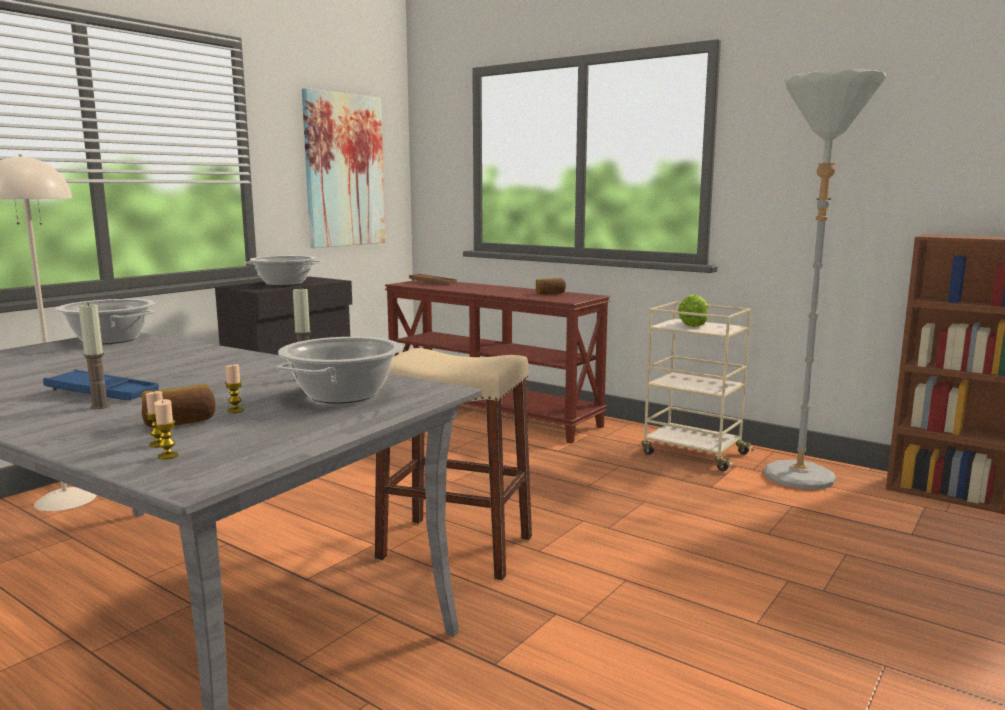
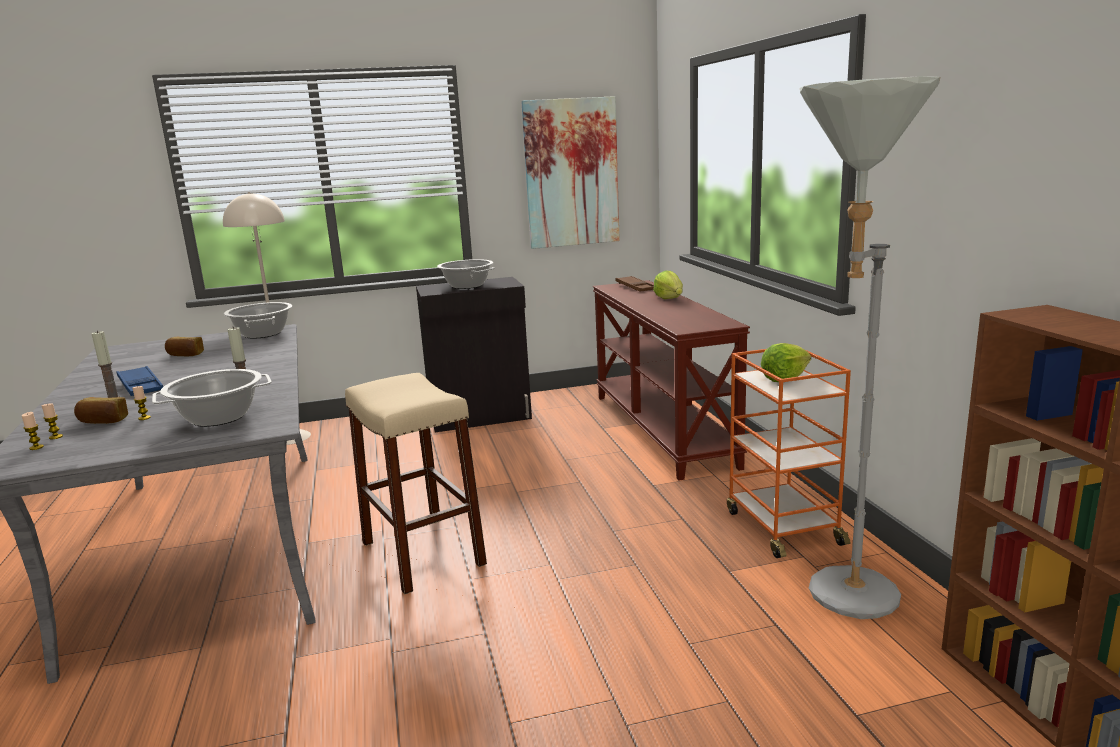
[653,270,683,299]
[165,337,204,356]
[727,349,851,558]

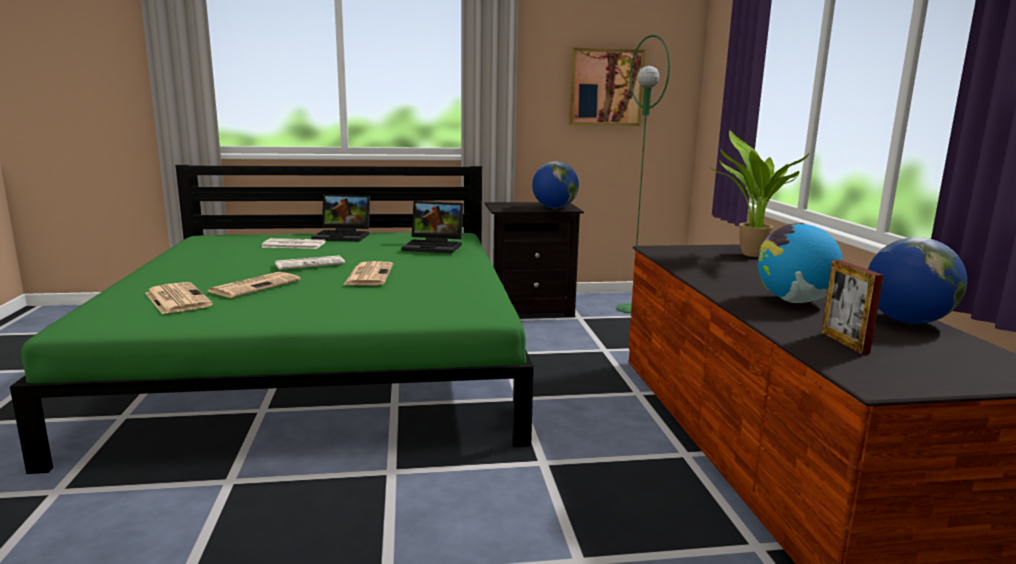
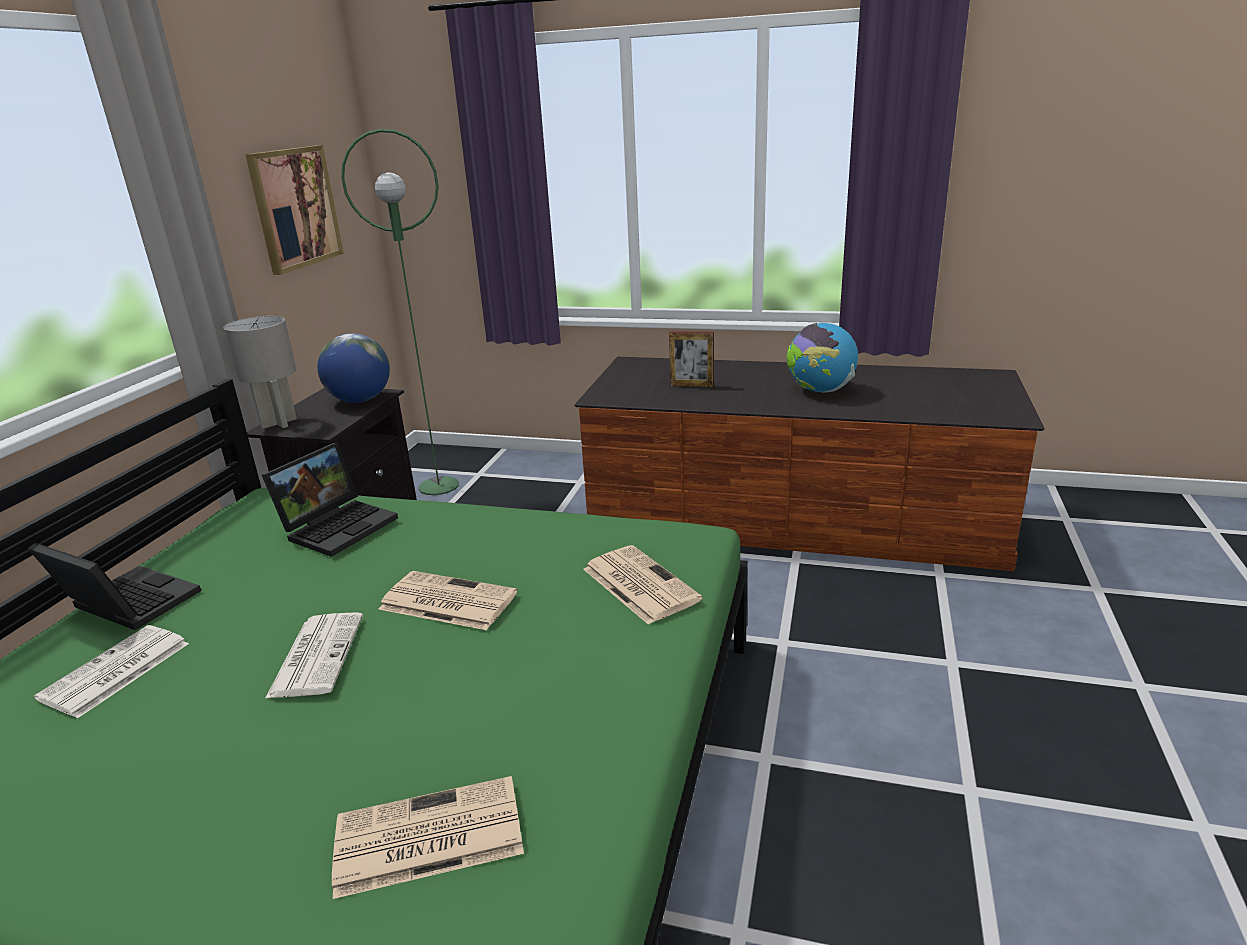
[708,130,809,257] (first image)
[868,237,967,324] (first image)
[223,316,297,429]
[583,545,702,625]
[669,331,714,387]
[27,543,201,630]

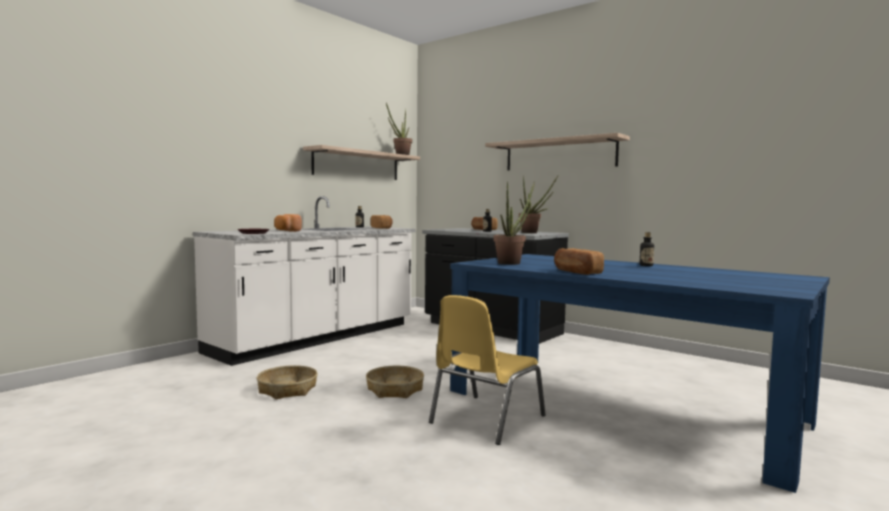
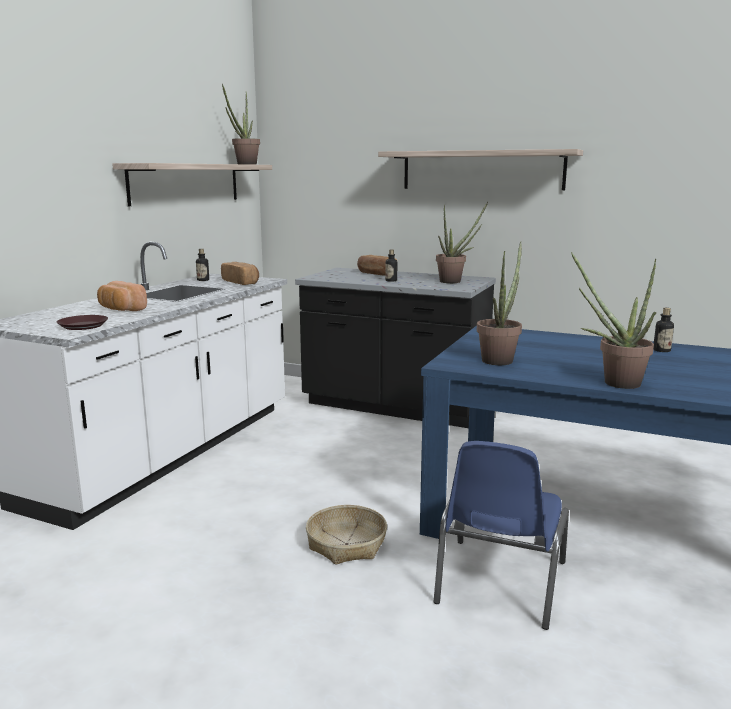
[257,365,318,399] (first image)
[571,252,656,389]
[434,441,569,630]

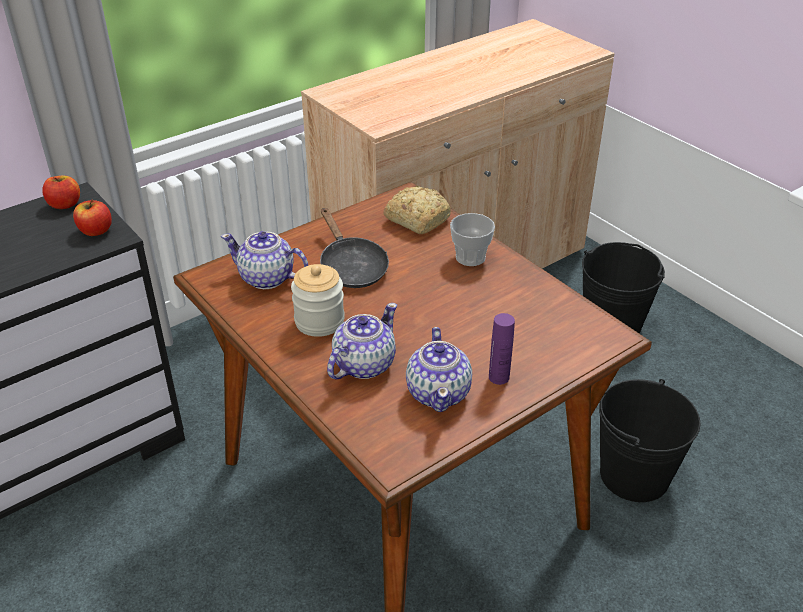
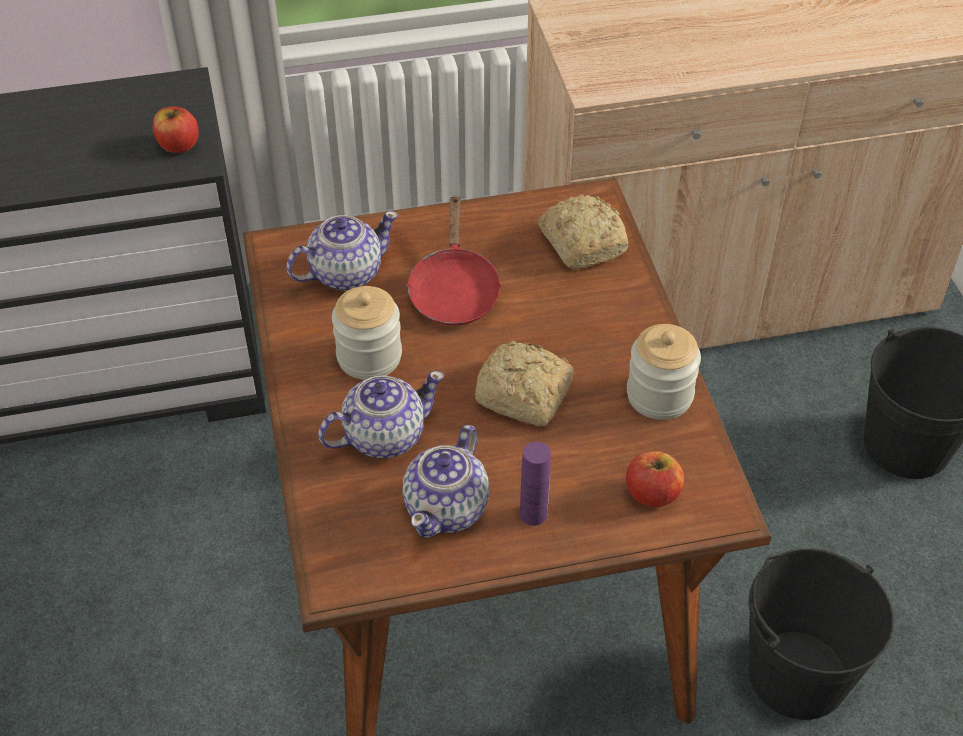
[450,213,495,266] (first image)
[475,341,574,427]
[627,324,701,420]
[626,451,684,507]
[406,195,502,326]
[286,211,398,290]

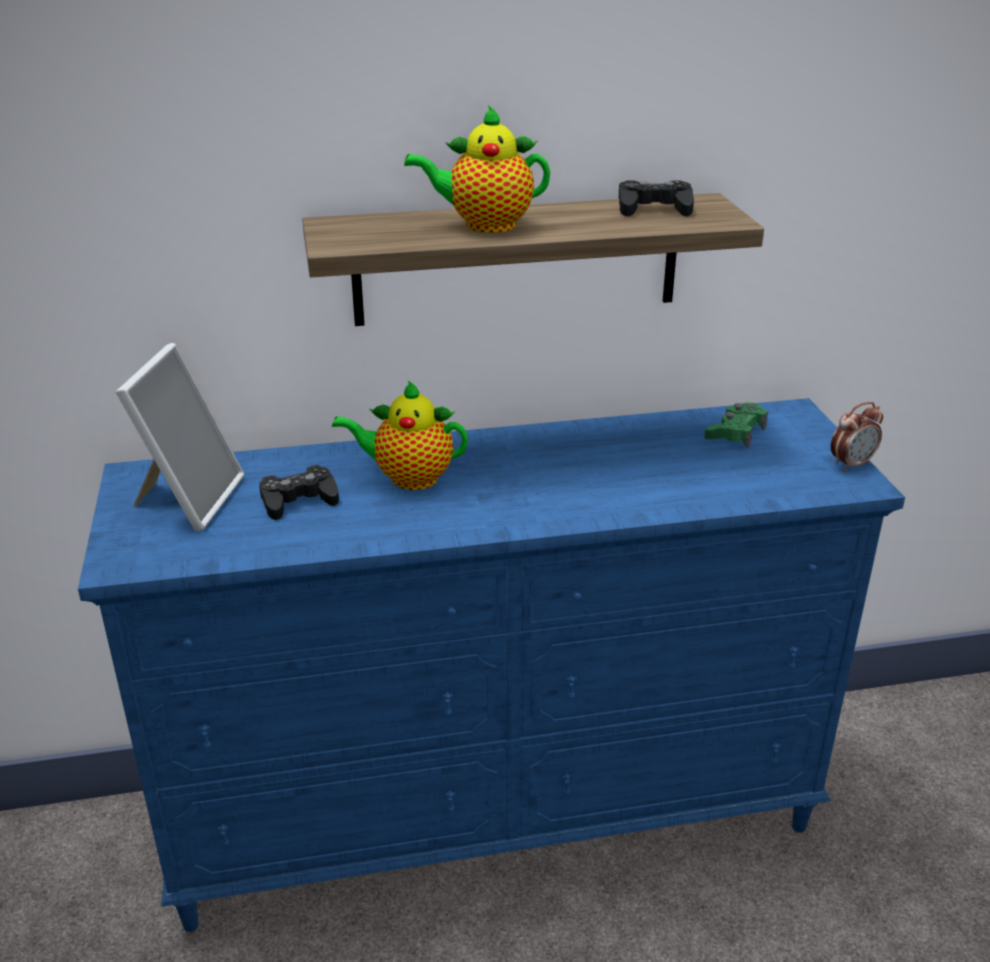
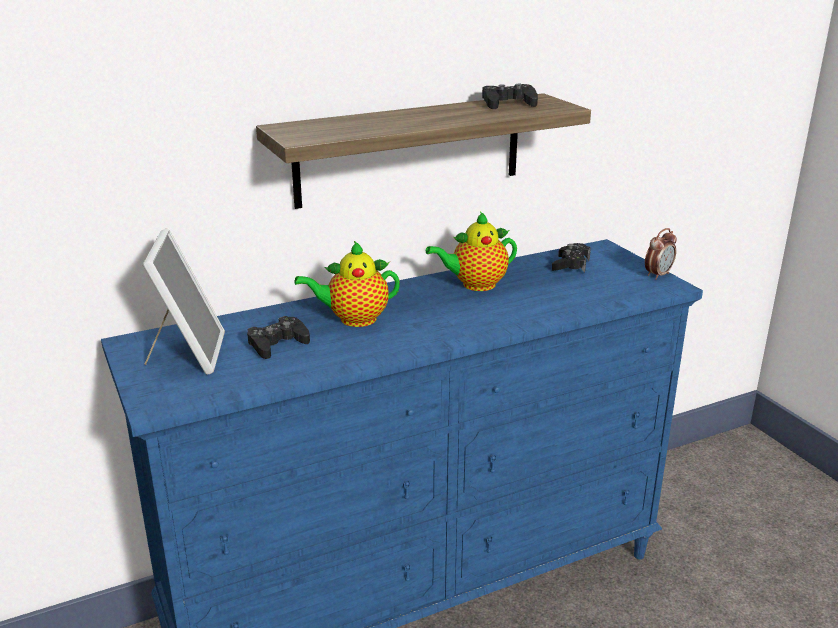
[426,212,517,291]
[552,243,591,273]

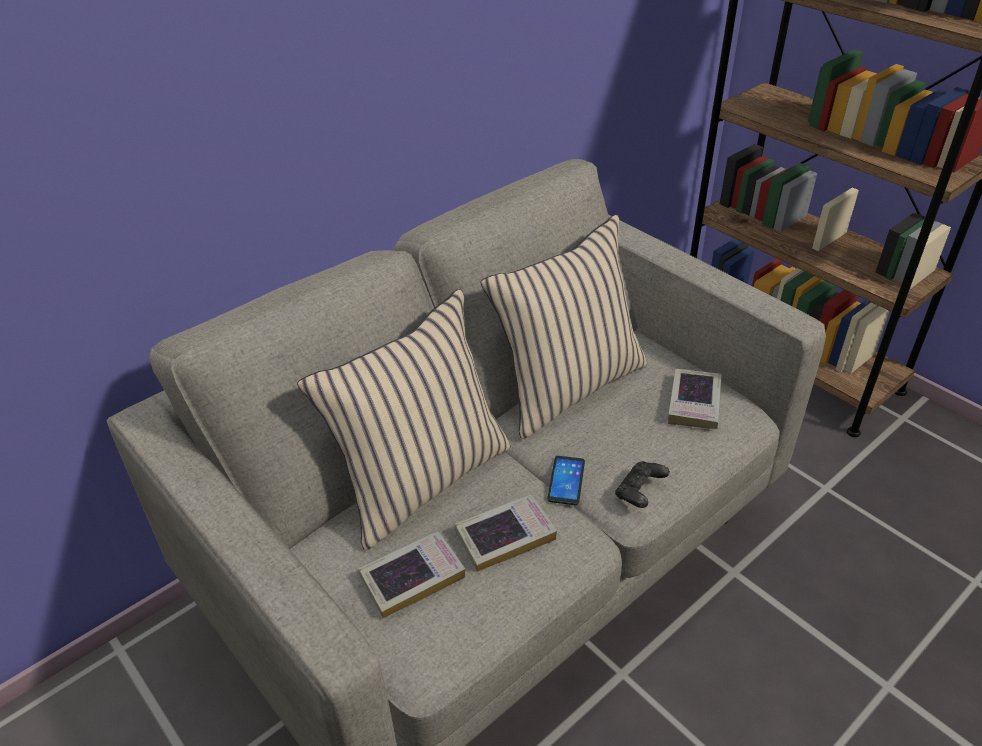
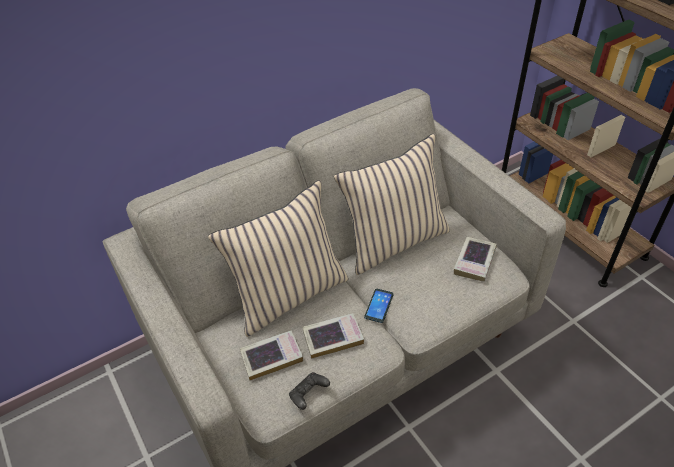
[289,372,330,410]

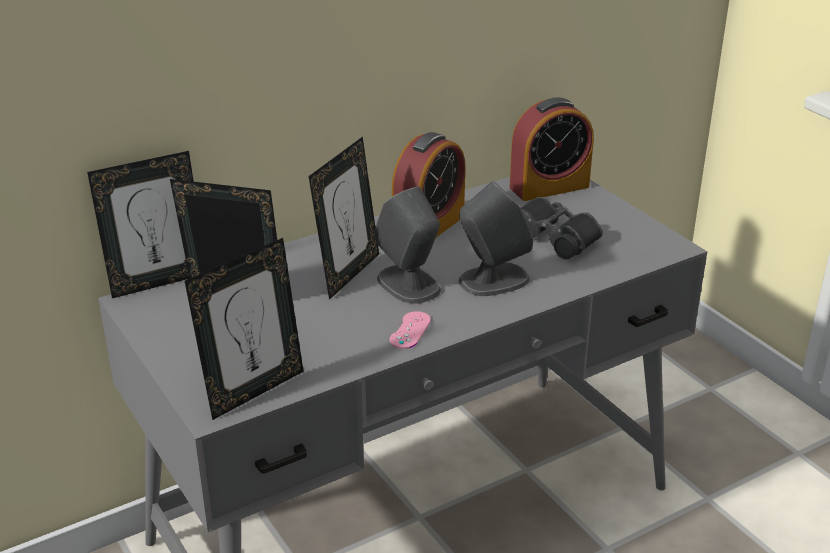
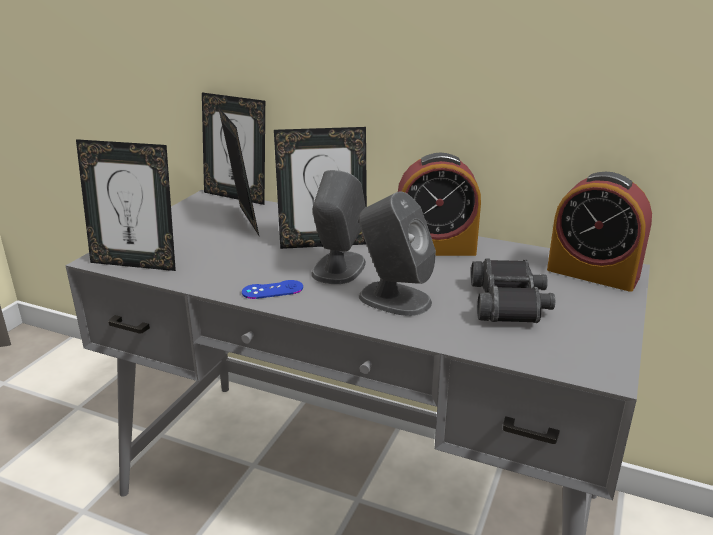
[242,280,303,299]

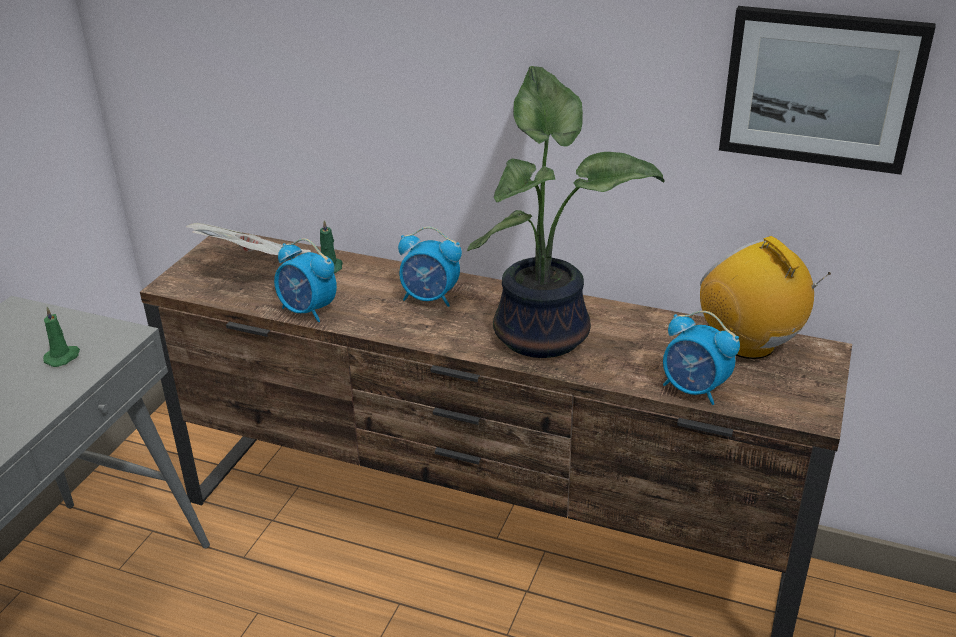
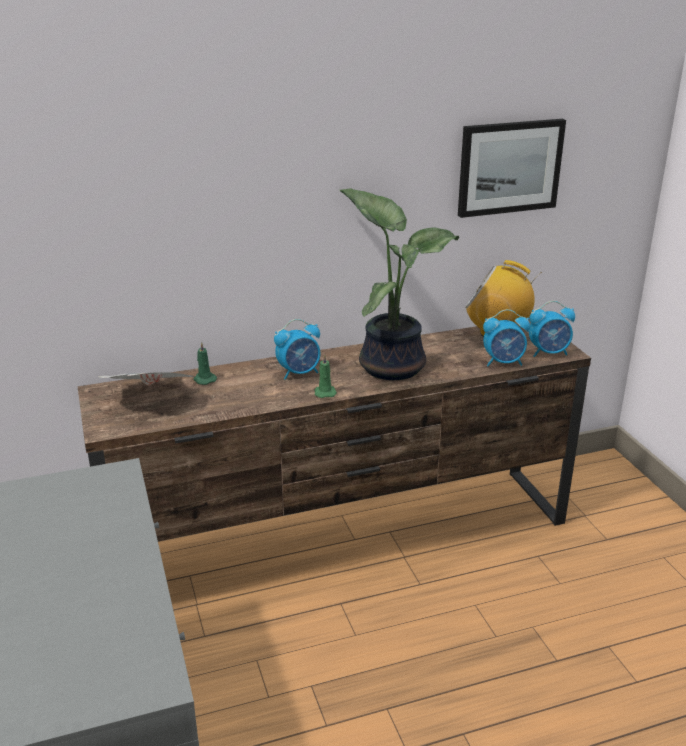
[314,354,337,398]
[529,301,575,357]

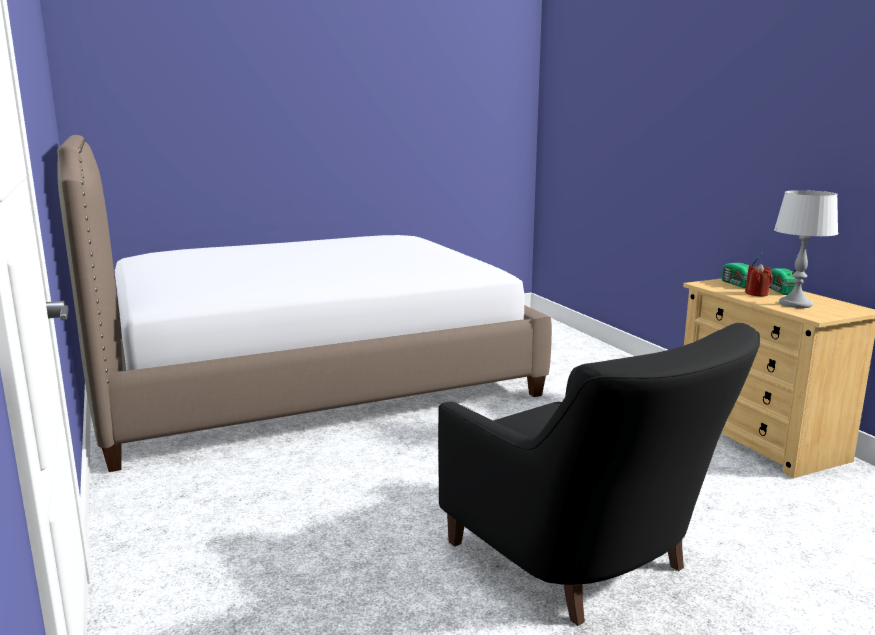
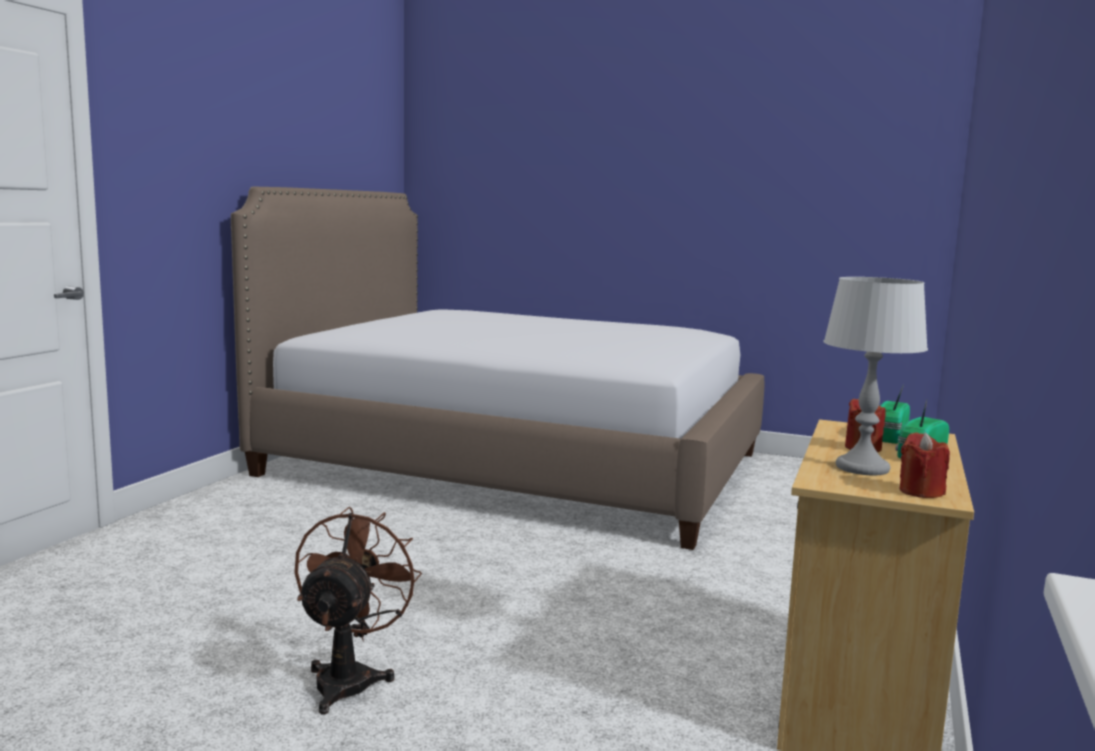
[900,432,950,498]
[294,507,422,714]

